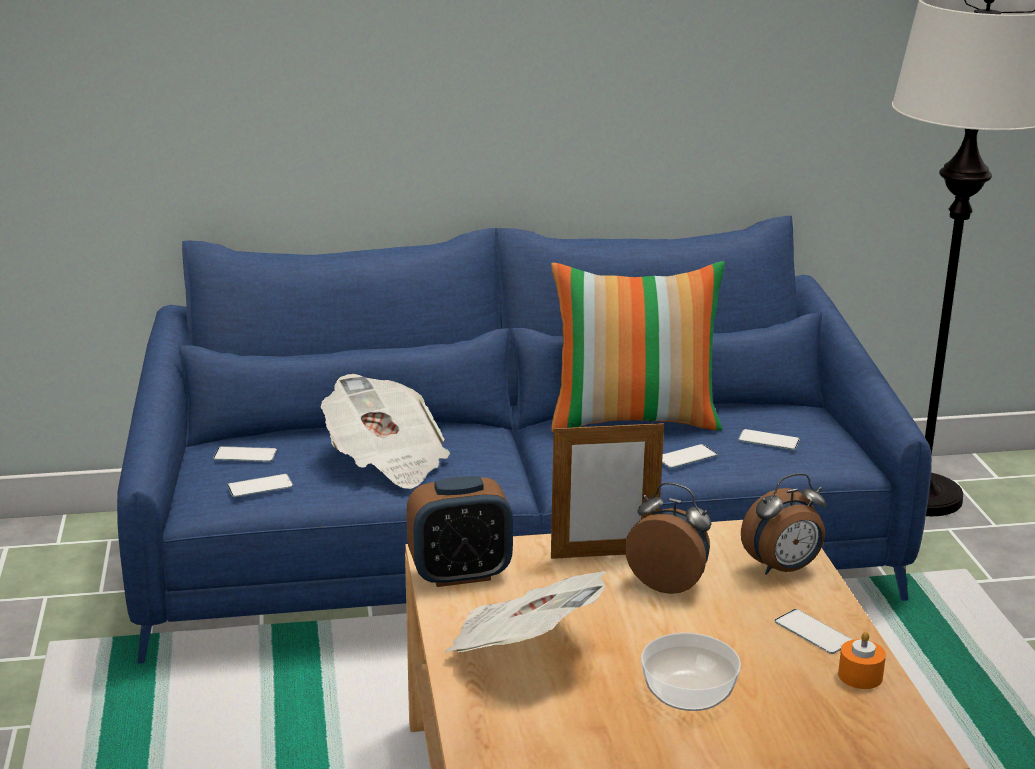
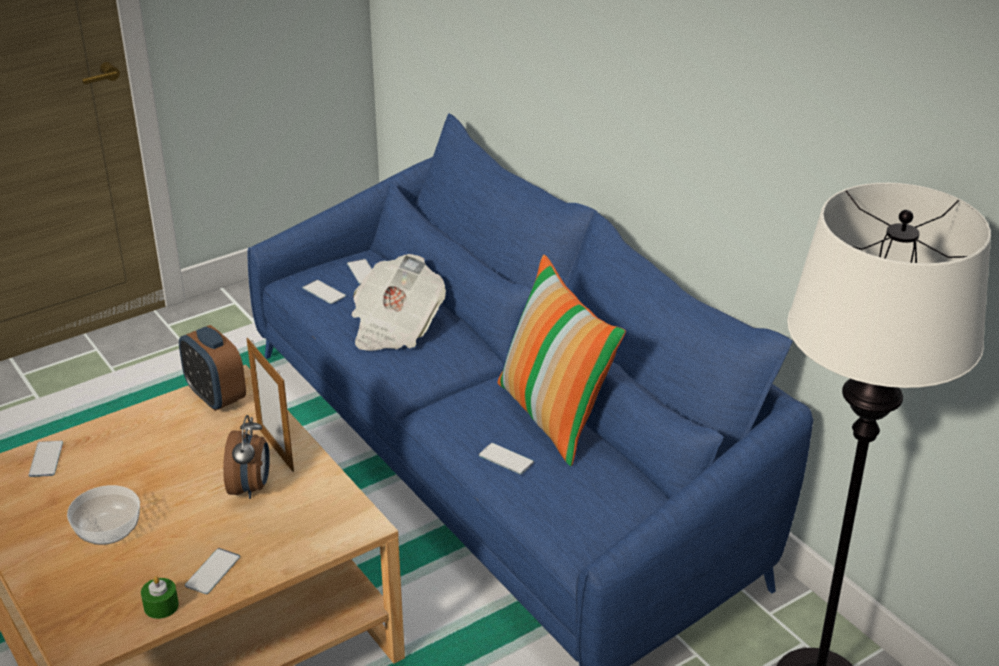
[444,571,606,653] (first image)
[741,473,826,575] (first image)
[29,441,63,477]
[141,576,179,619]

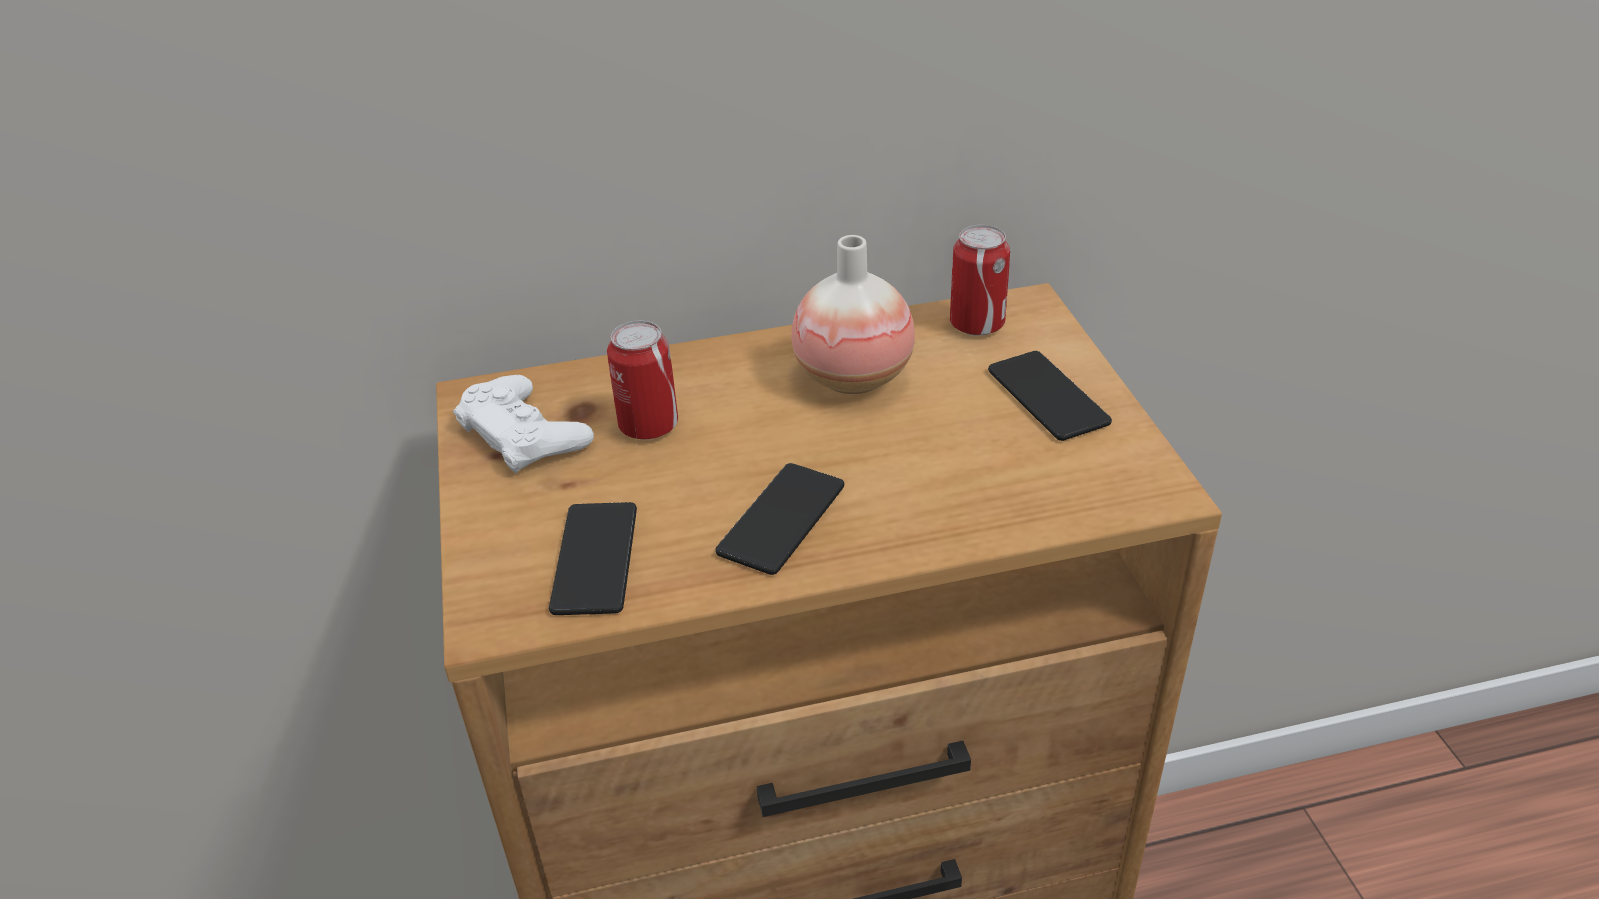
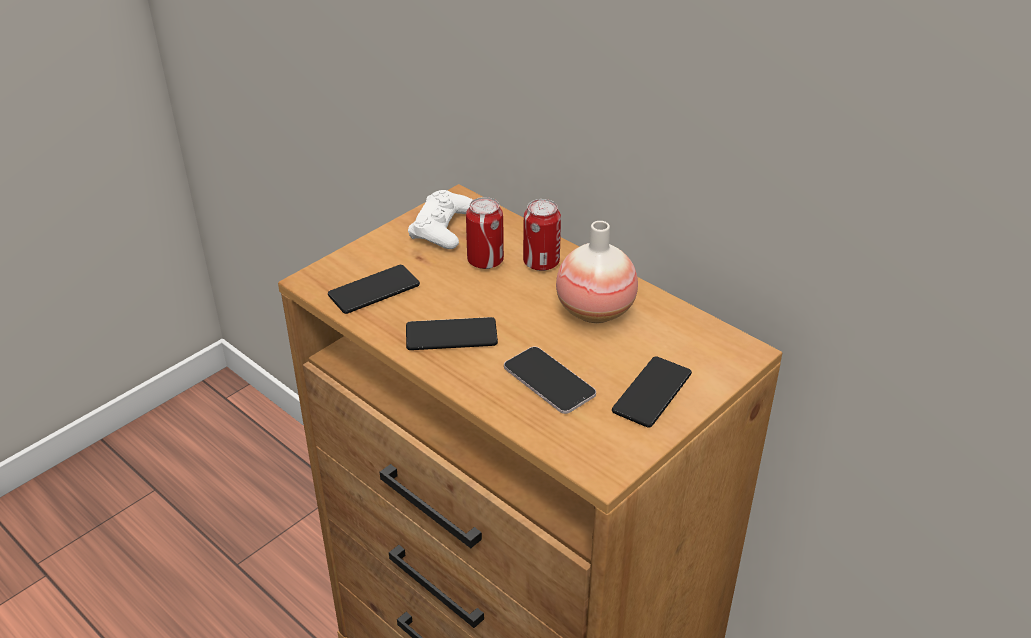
[504,347,596,414]
[523,199,561,271]

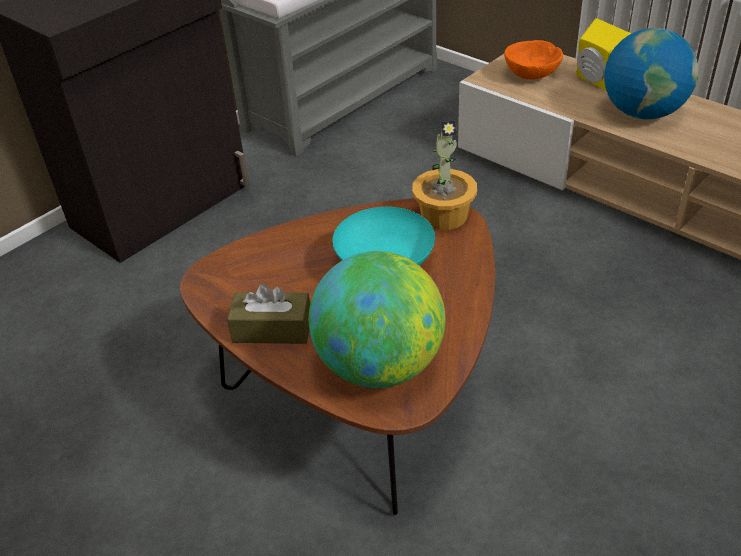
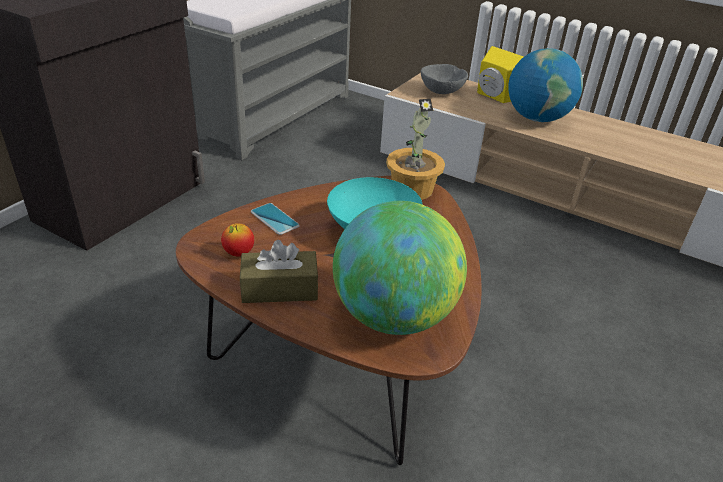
[221,223,254,256]
[251,203,300,235]
[421,64,468,94]

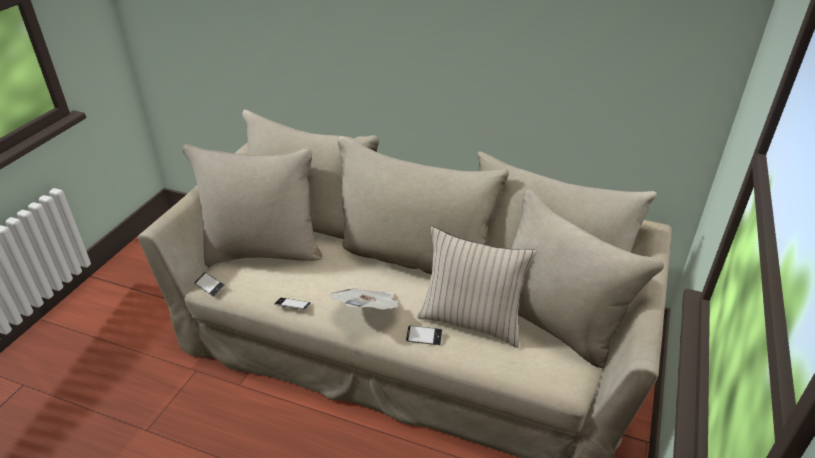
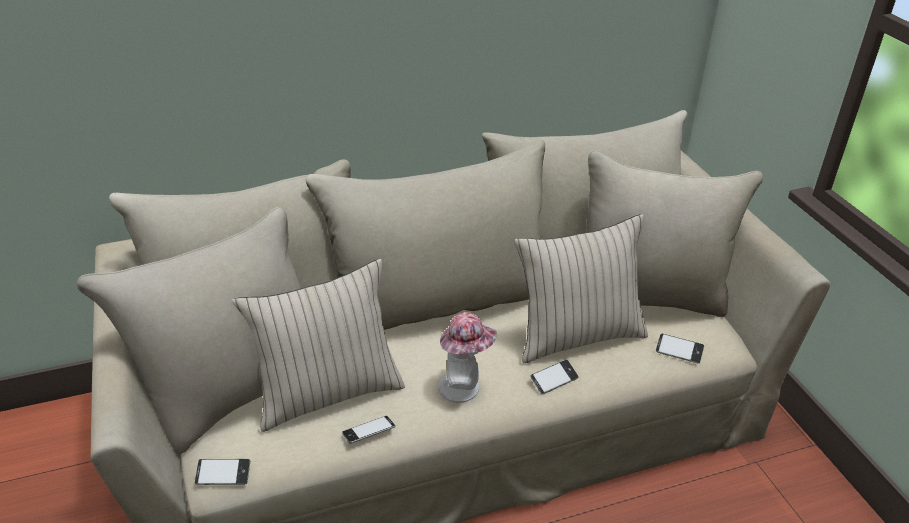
[232,259,405,432]
[656,334,704,363]
[438,312,497,403]

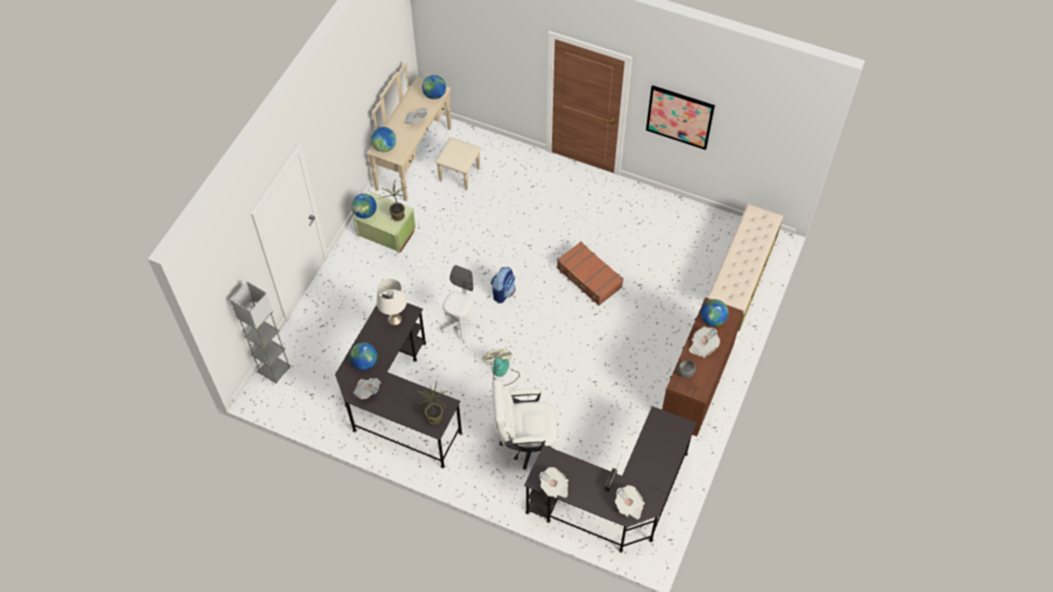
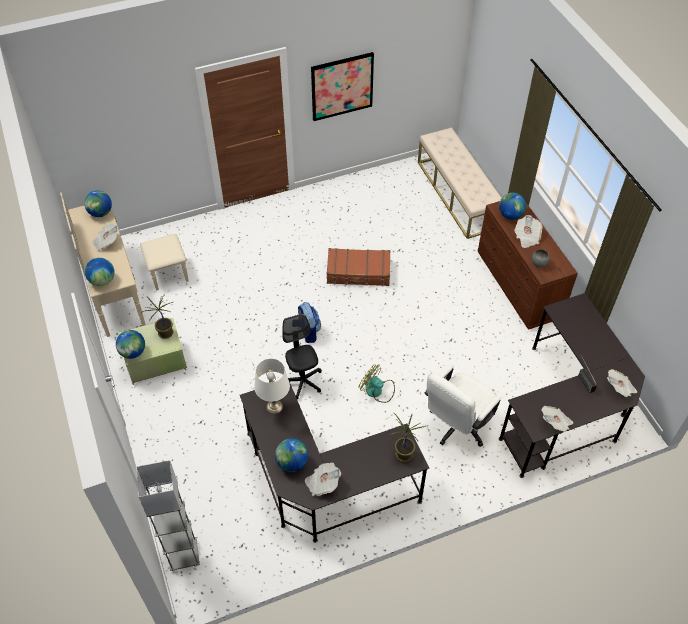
[282,313,322,399]

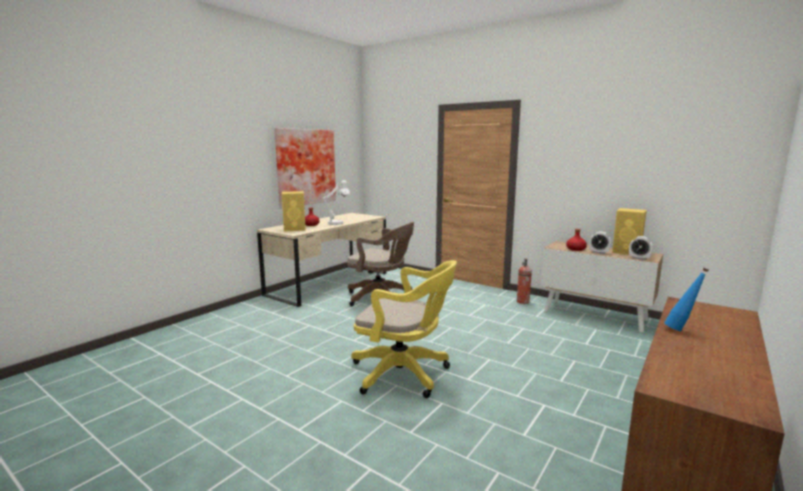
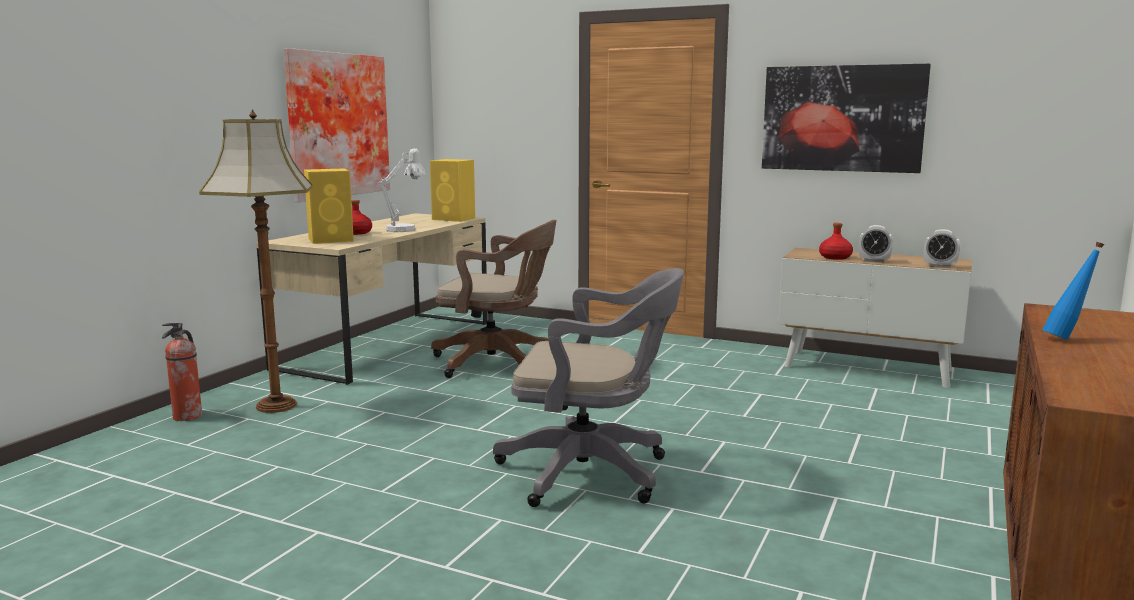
[199,109,313,413]
[762,64,931,173]
[162,323,202,421]
[430,159,475,222]
[493,268,684,507]

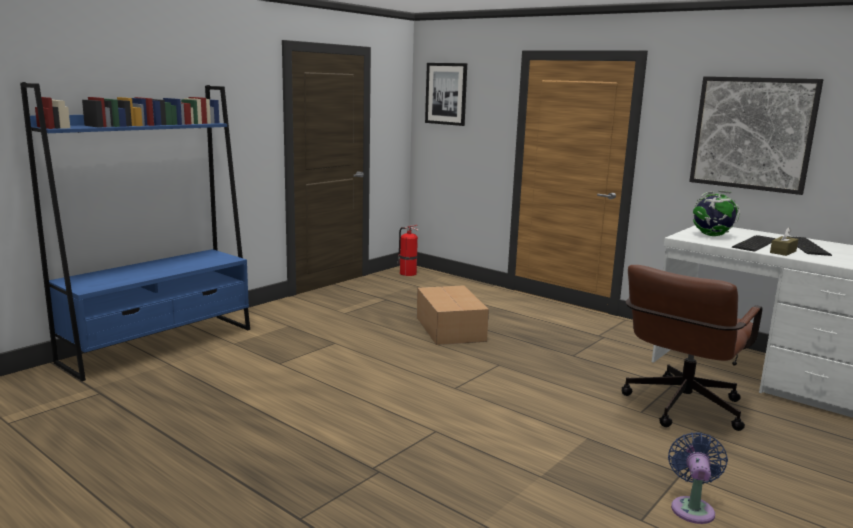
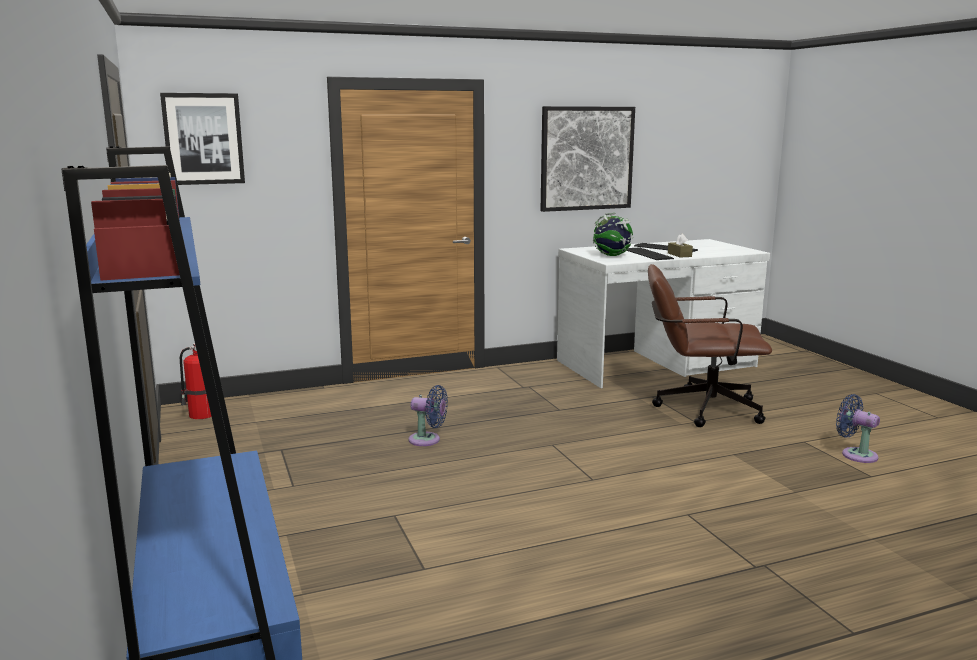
[408,385,448,446]
[648,264,772,427]

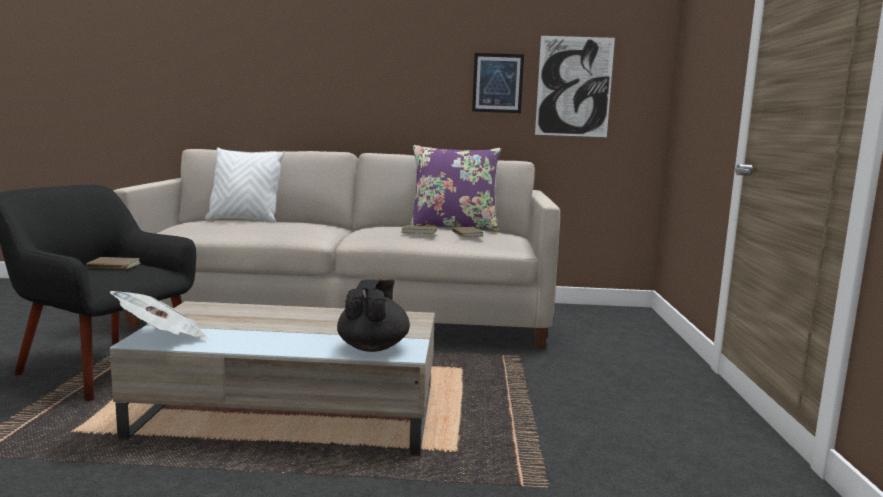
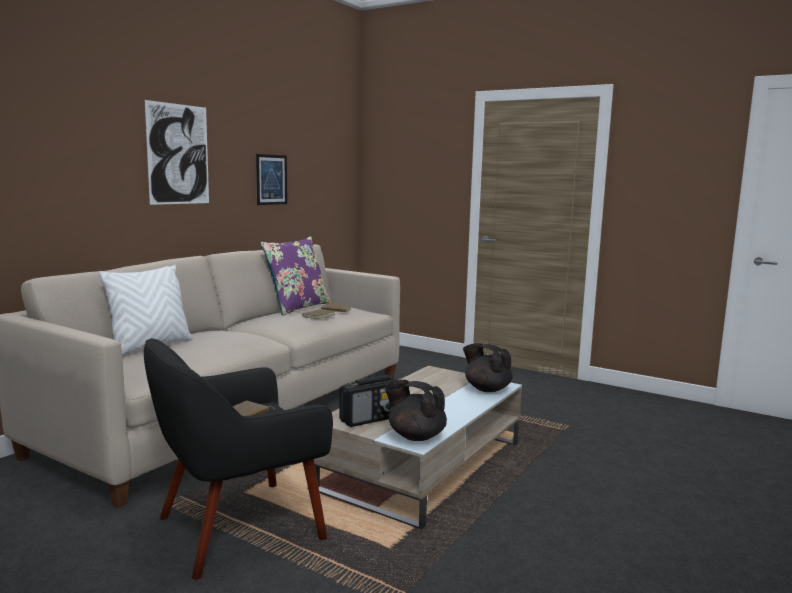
[340,375,397,427]
[145,100,209,205]
[385,380,447,441]

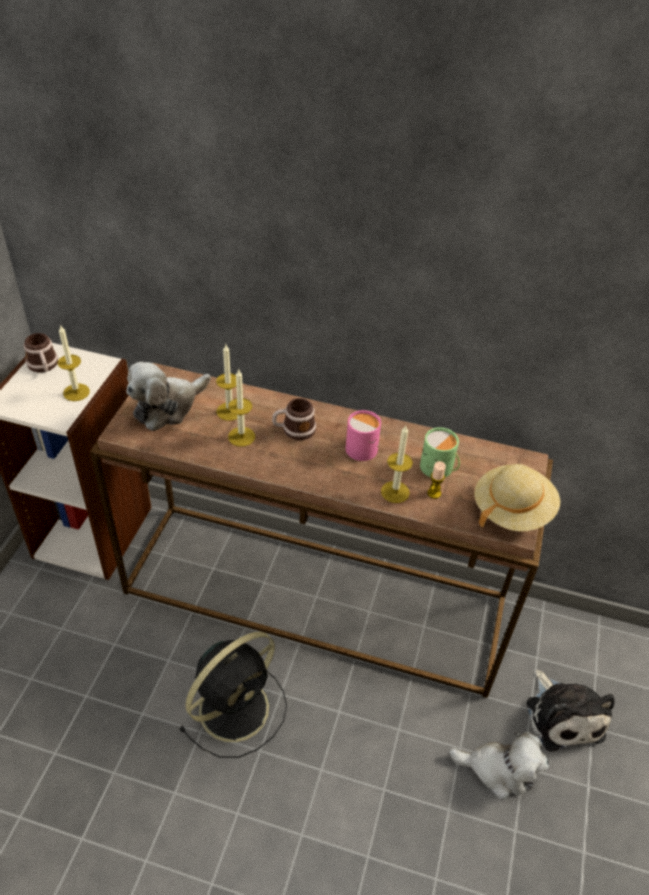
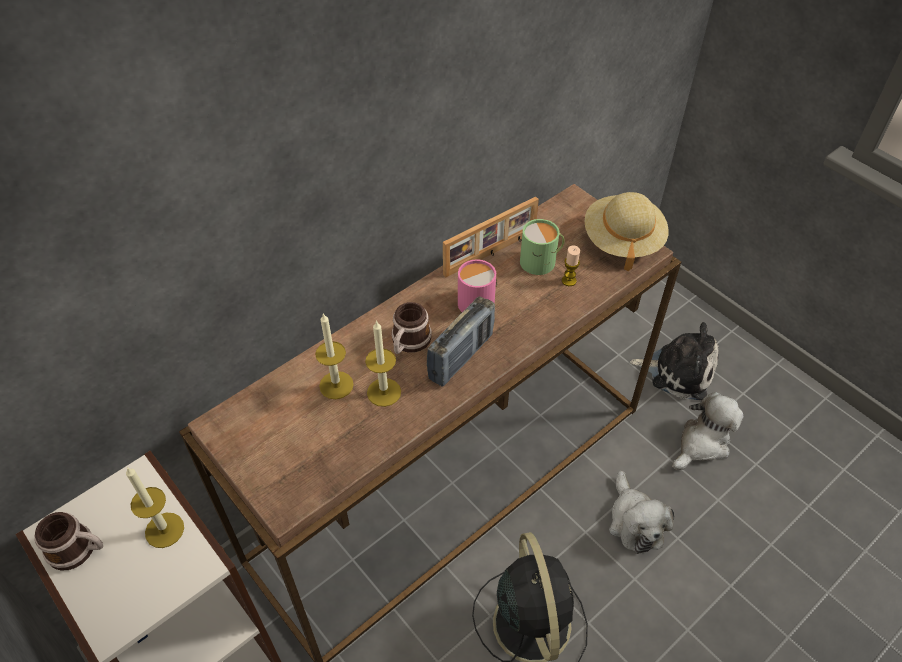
[381,426,413,503] (first image)
[427,296,495,387]
[443,197,539,277]
[609,471,674,554]

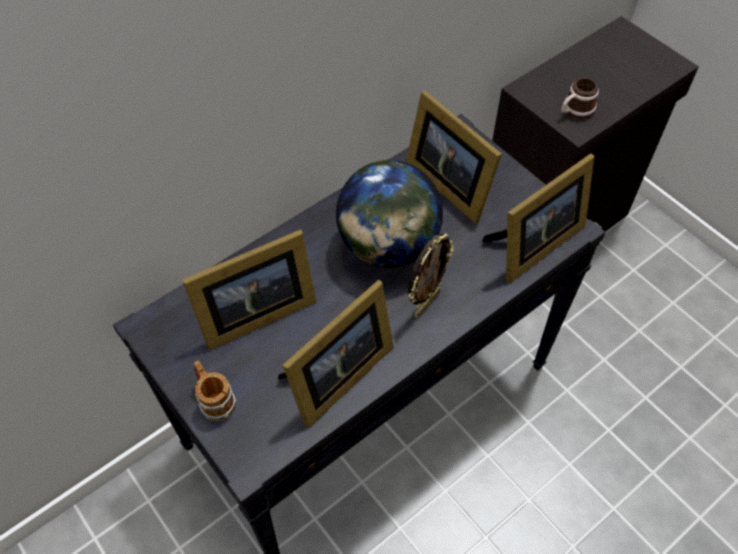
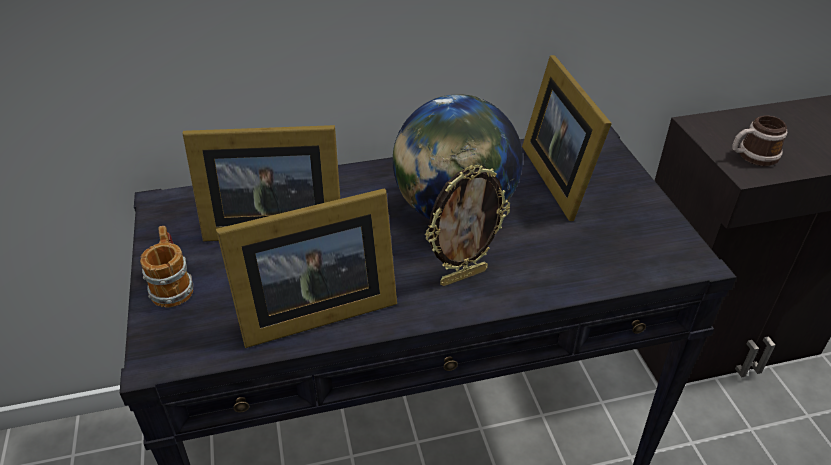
[482,153,594,283] (first image)

